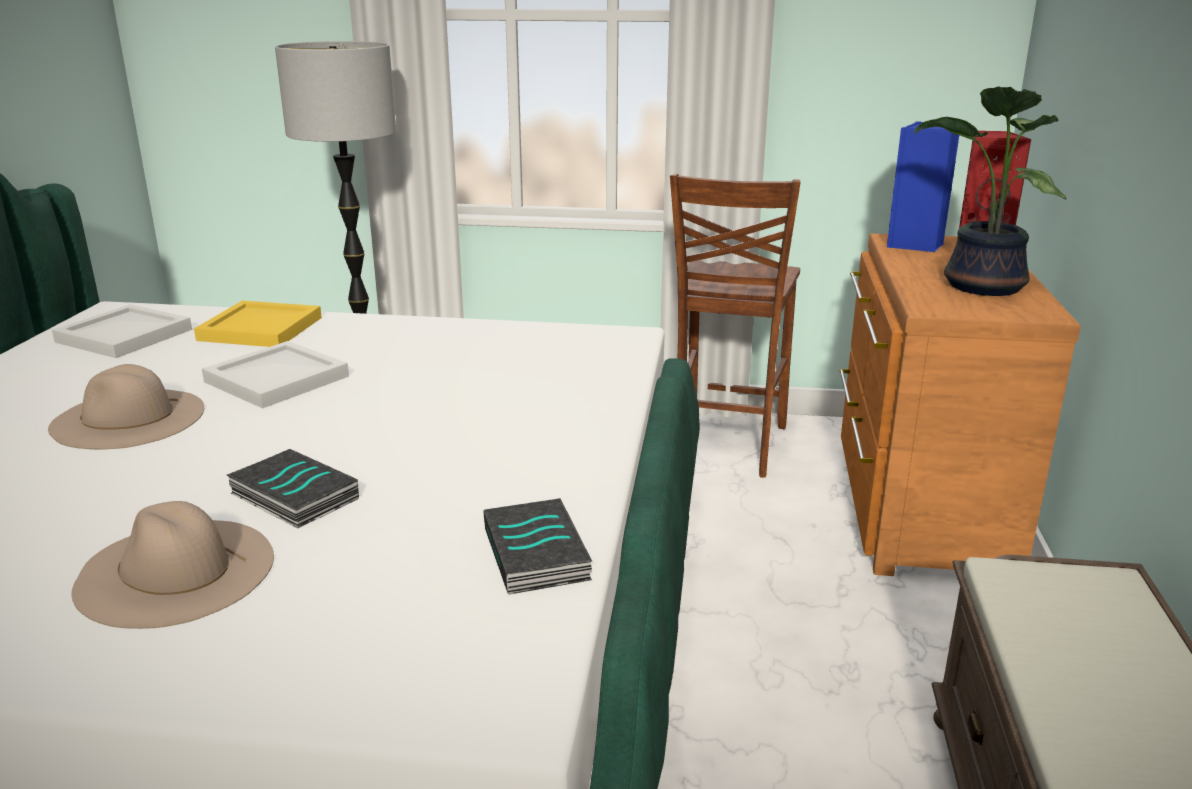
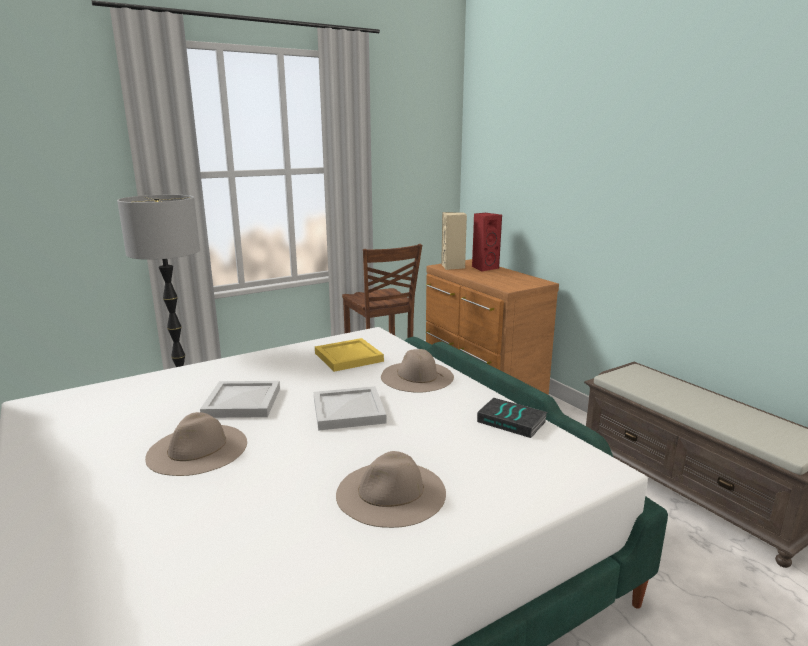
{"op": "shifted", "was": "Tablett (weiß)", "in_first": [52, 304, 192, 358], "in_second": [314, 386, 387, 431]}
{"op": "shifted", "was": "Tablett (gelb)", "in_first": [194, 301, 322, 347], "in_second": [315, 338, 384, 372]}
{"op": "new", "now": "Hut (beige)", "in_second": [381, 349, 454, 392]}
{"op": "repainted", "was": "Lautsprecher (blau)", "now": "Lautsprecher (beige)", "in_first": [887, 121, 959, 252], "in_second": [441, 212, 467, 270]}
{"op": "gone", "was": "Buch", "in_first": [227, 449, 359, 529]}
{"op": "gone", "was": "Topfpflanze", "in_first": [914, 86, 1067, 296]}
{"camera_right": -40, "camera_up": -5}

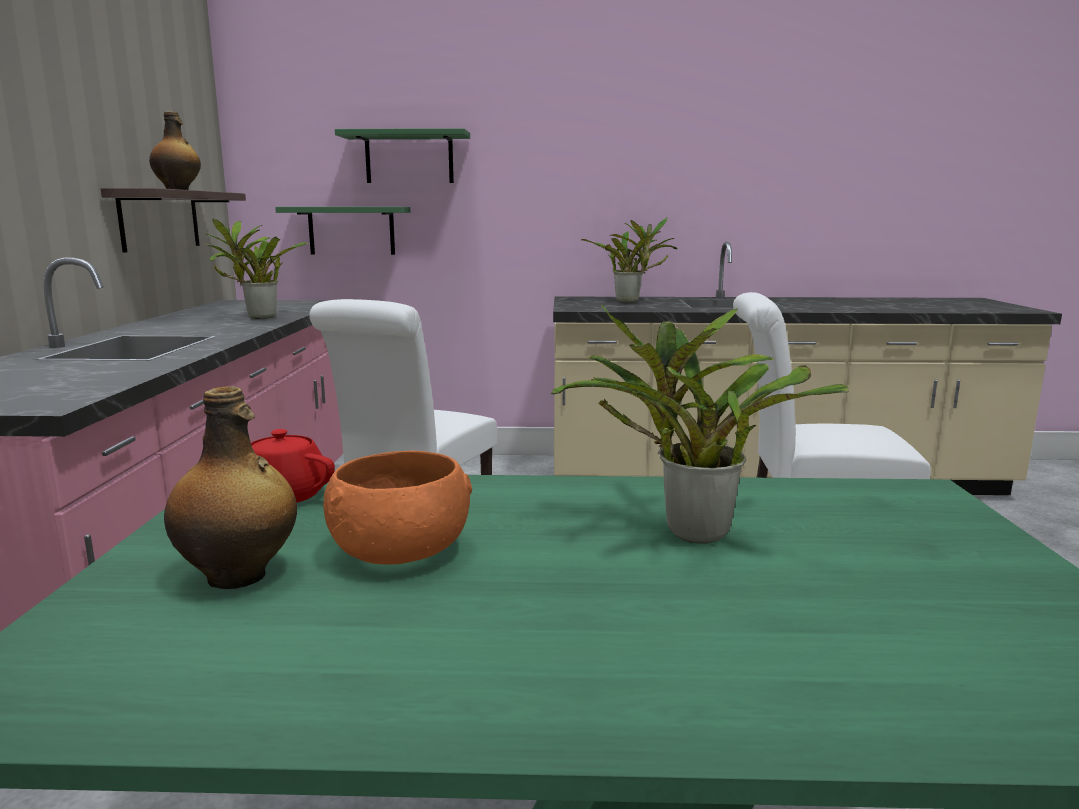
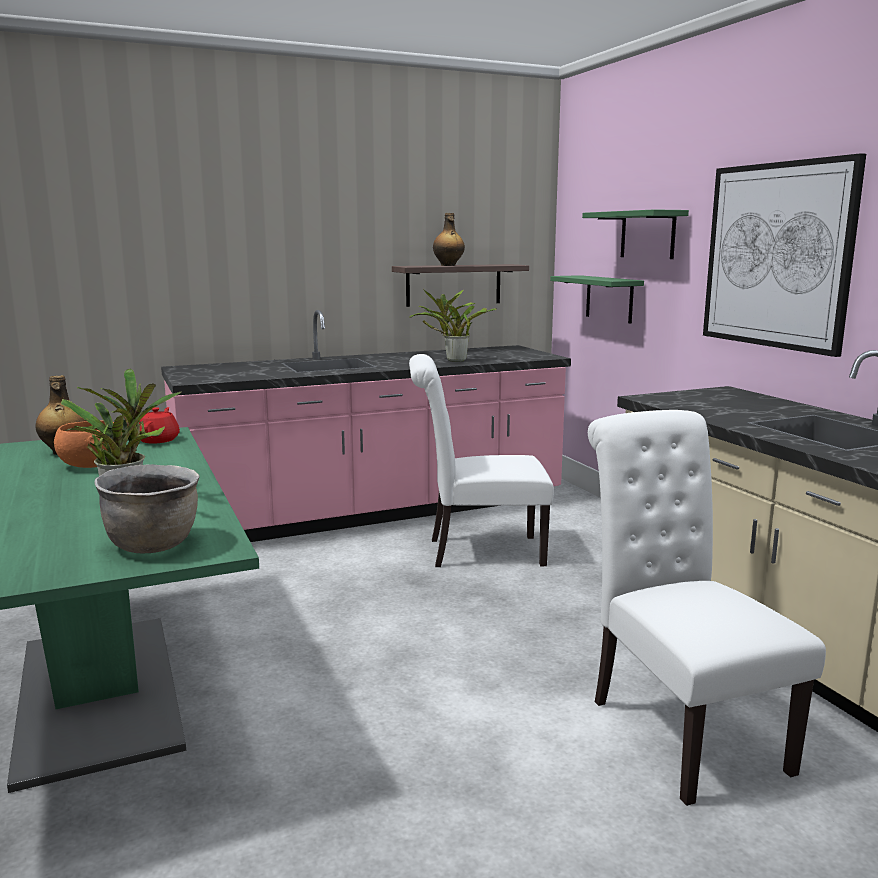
{"op": "new", "now": "Kochtopf (braun)", "in_second": [94, 464, 200, 553]}
{"op": "new", "now": "Bild", "in_second": [703, 153, 866, 357]}
{"op": "gone", "was": "Topfpflanze", "in_first": [581, 217, 677, 303]}
{"camera_right": 65, "camera_up": 0}

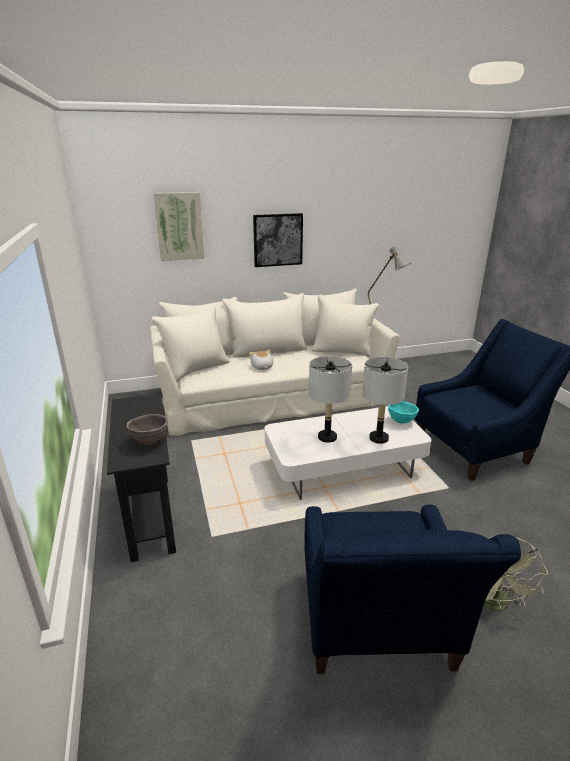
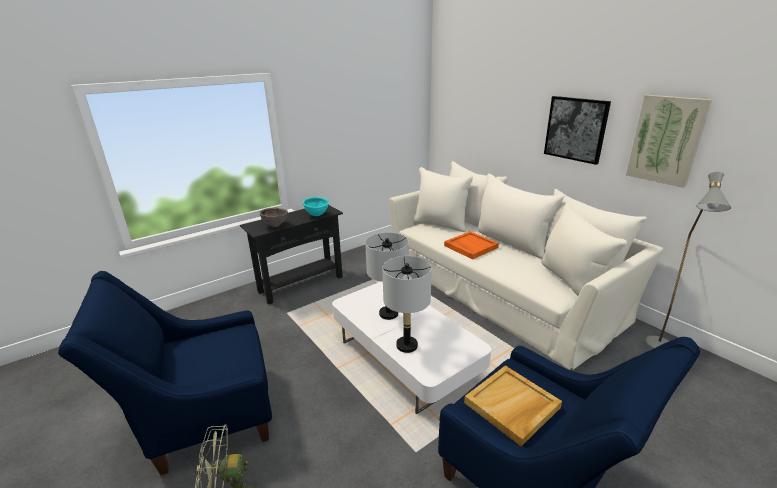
{"op": "shifted", "was": "Schüssel (türkis)", "in_first": [388, 401, 419, 424], "in_second": [303, 197, 329, 216]}
{"op": "swapped", "was": "Plüschtier", "now": "Tablett (orange)", "in_first": [249, 350, 273, 370], "in_second": [444, 231, 499, 259]}
{"op": "new", "now": "Tablett (beige)", "in_second": [464, 366, 562, 446]}
{"op": "shifted", "was": "Bild", "in_first": [153, 192, 205, 261], "in_second": [626, 95, 712, 188]}
{"camera_right": 70, "camera_up": 0}

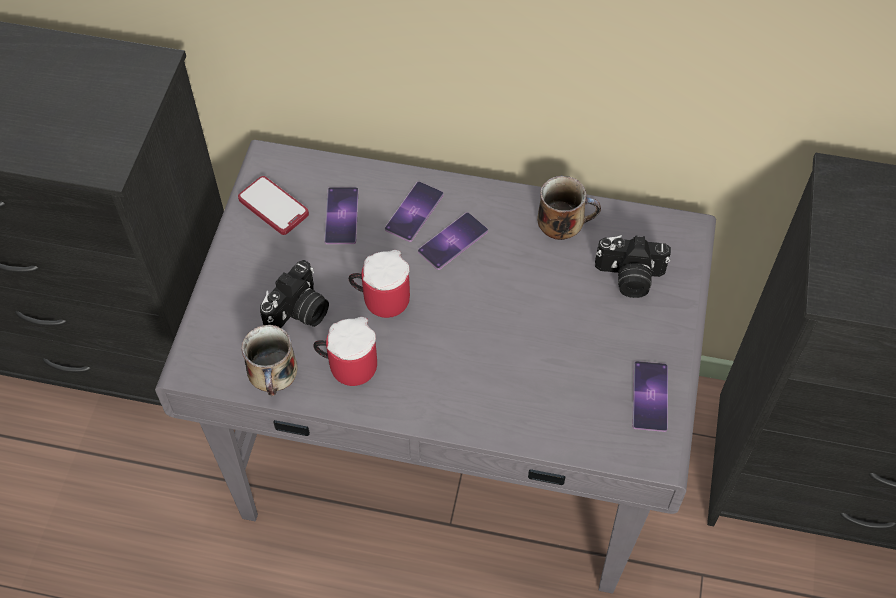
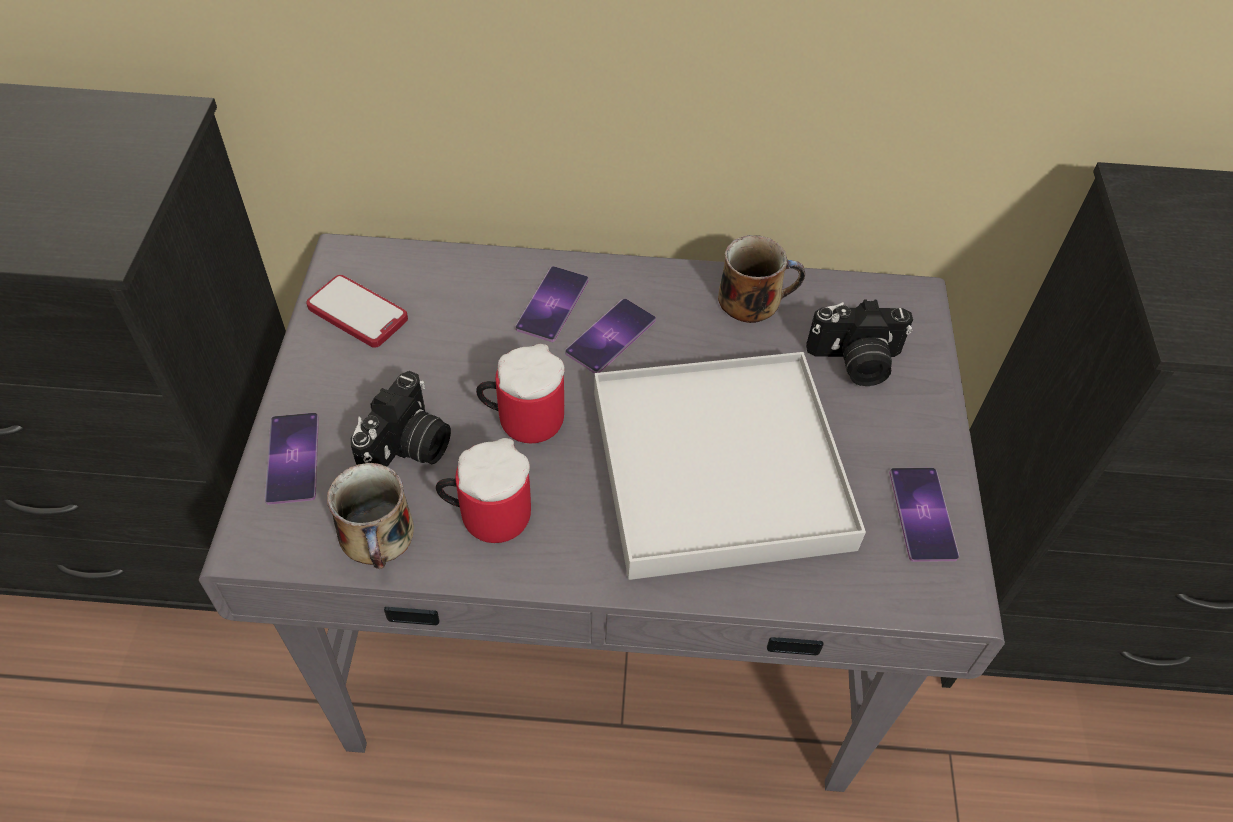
{"op": "shifted", "was": "Handy", "in_first": [324, 187, 358, 244], "in_second": [265, 413, 319, 505]}
{"op": "new", "now": "Tablett (weiß)", "in_second": [594, 352, 866, 580]}
{"camera_right": -10, "camera_up": -5}

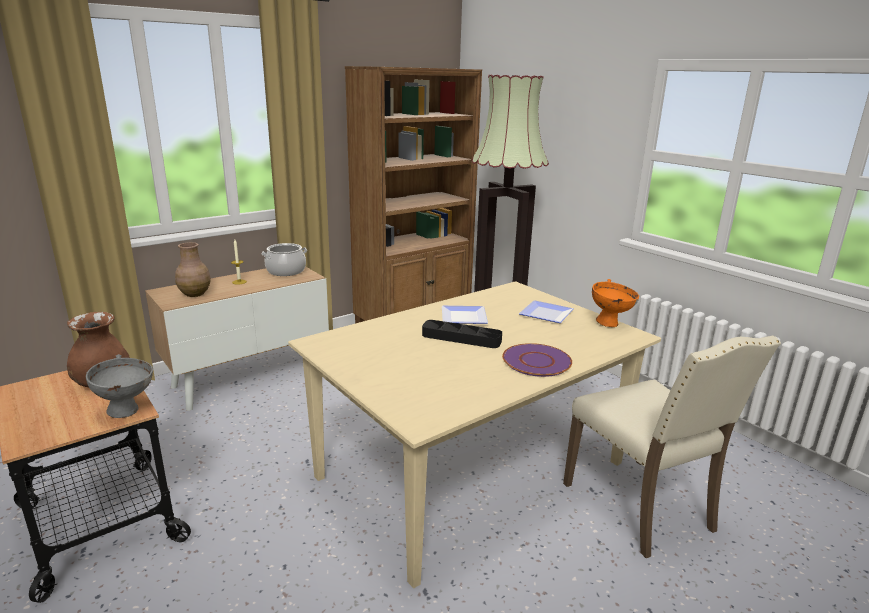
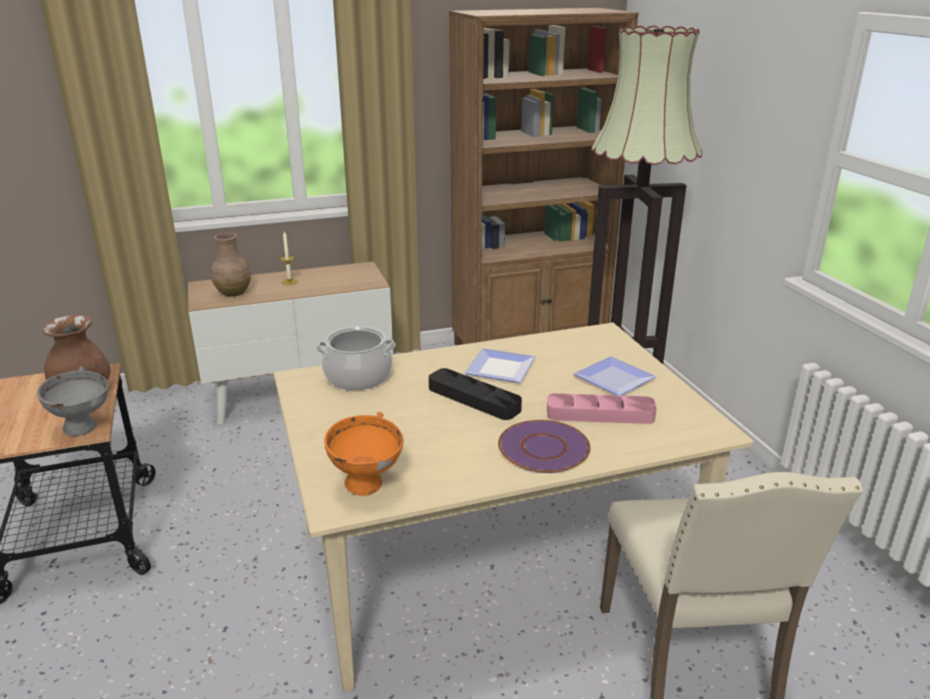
{"op": "shifted", "was": "Kochtopf", "in_first": [262, 243, 307, 276], "in_second": [316, 326, 396, 390]}
{"op": "shifted", "was": "Schüssel (orange)", "in_first": [592, 279, 639, 327], "in_second": [324, 412, 404, 496]}
{"op": "new", "now": "Tablett (rosa)", "in_second": [547, 393, 657, 424]}
{"camera_right": 20, "camera_up": 5}

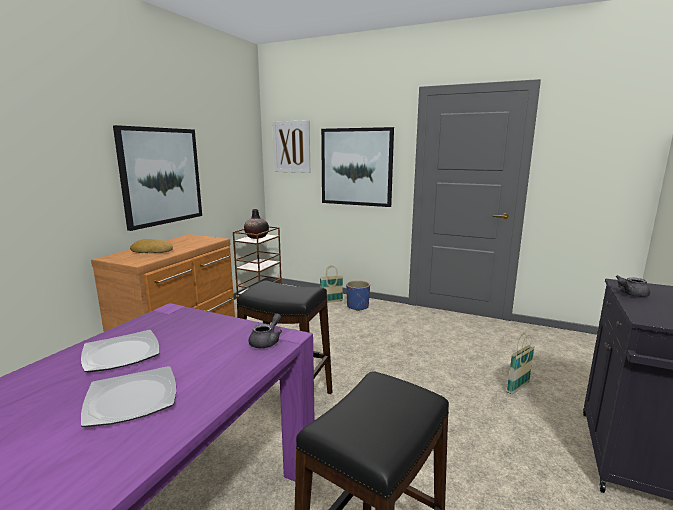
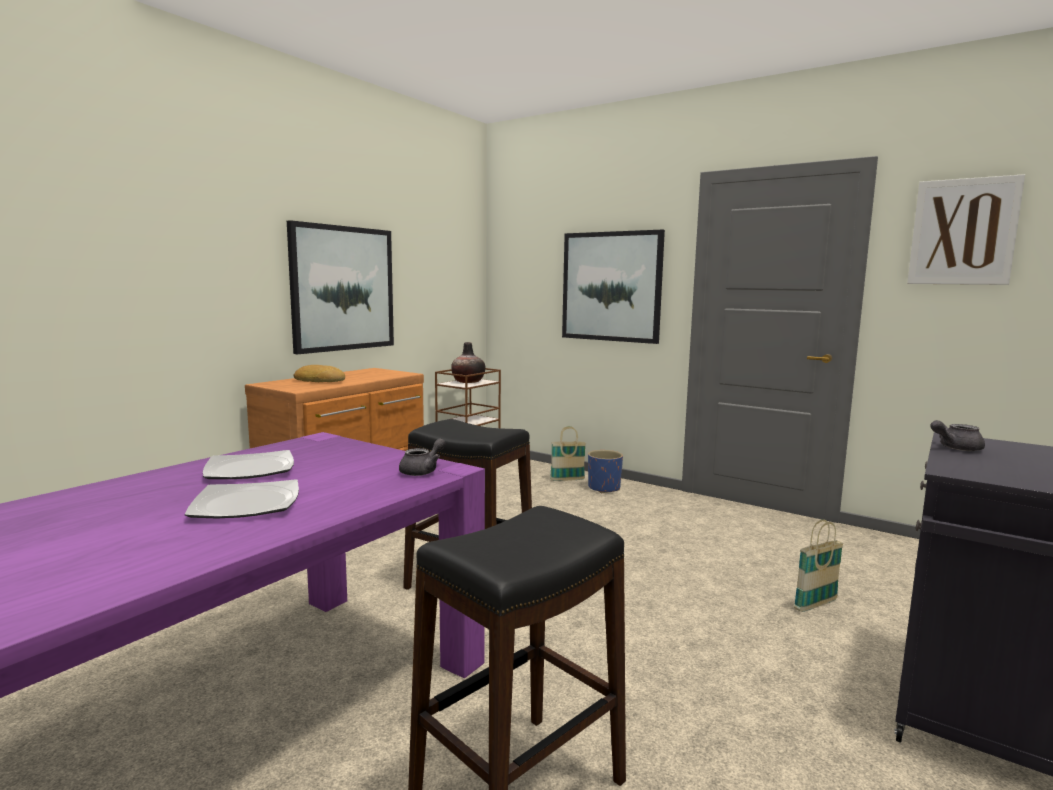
{"op": "shifted", "was": "Bild", "in_first": [273, 120, 310, 173], "in_second": [907, 174, 1025, 285]}
{"camera_right": 10, "camera_up": -5}

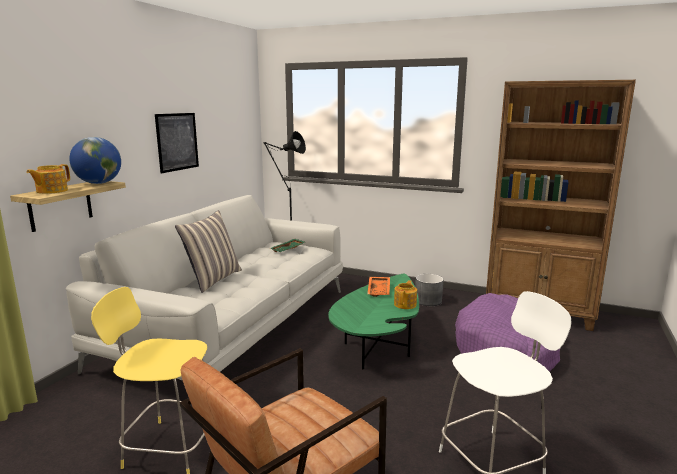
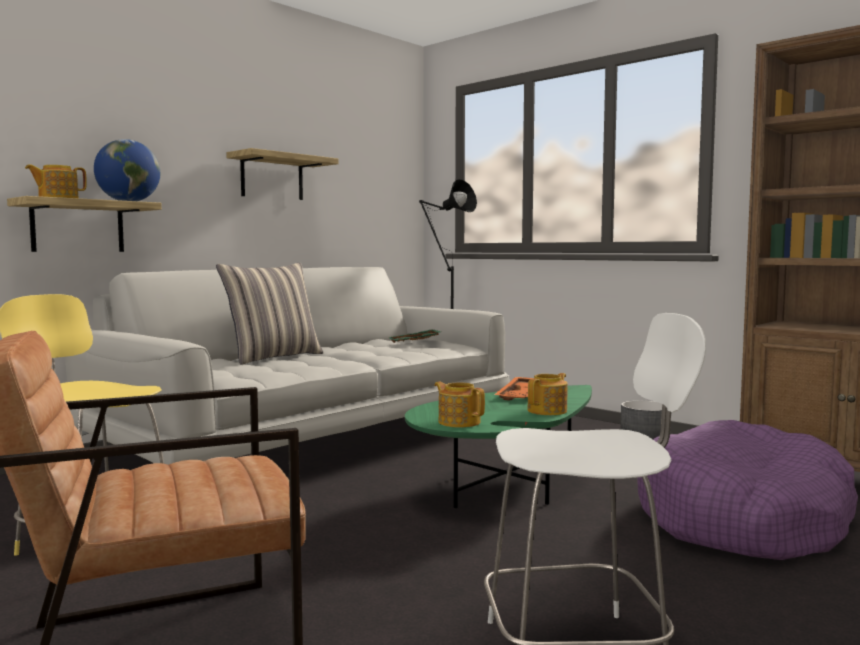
{"op": "swapped", "was": "Bild", "now": "Wandregal", "in_first": [155, 113, 199, 173], "in_second": [226, 148, 339, 200]}
{"op": "new", "now": "Teekanne", "in_second": [434, 382, 485, 428]}
{"camera_right": 20, "camera_up": -10}

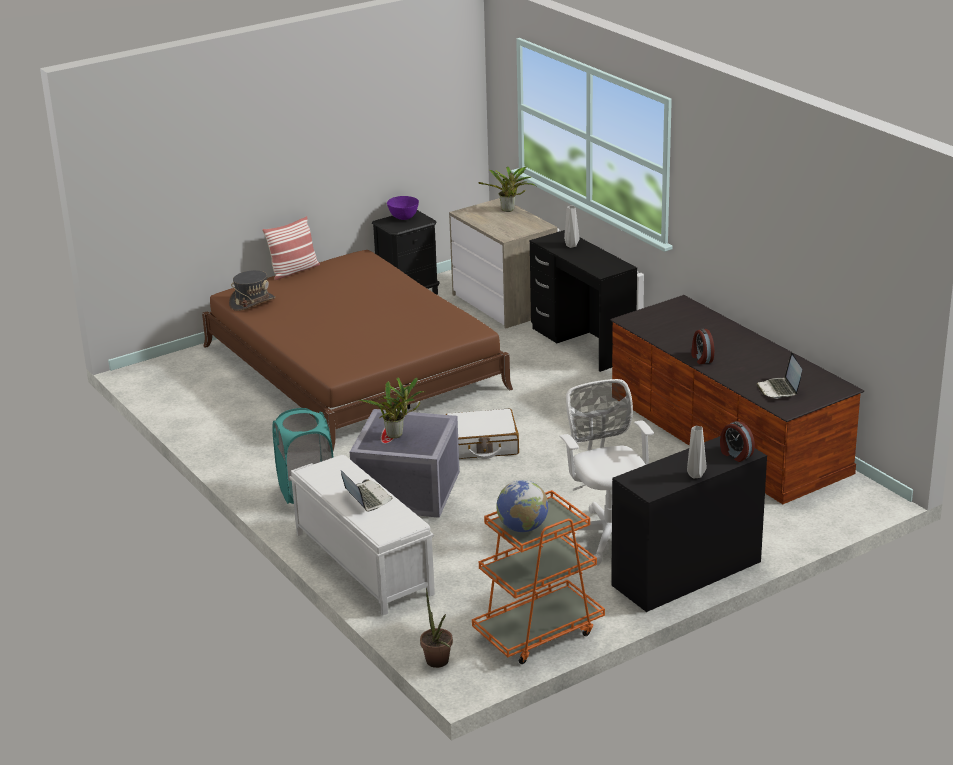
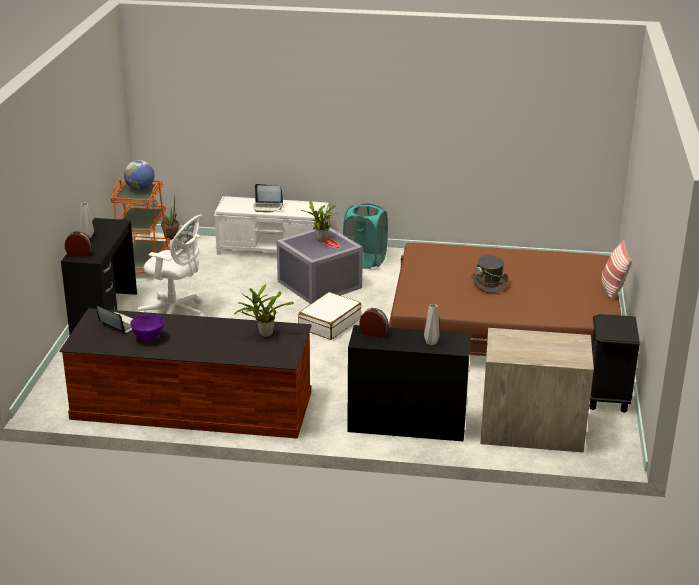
{"op": "shifted", "was": "Schüssel (lila)", "in_first": [387, 196, 419, 220], "in_second": [130, 314, 164, 341]}
{"op": "shifted", "was": "Topfpflanze", "in_first": [478, 167, 536, 212], "in_second": [234, 284, 294, 337]}
{"op": "shifted", "was": "Wecker", "in_first": [692, 329, 714, 364], "in_second": [359, 308, 389, 338]}
{"op": "shifted", "was": "Hut (grau)", "in_first": [229, 270, 275, 311], "in_second": [471, 255, 508, 293]}
{"camera_right": 130, "camera_up": 0}

